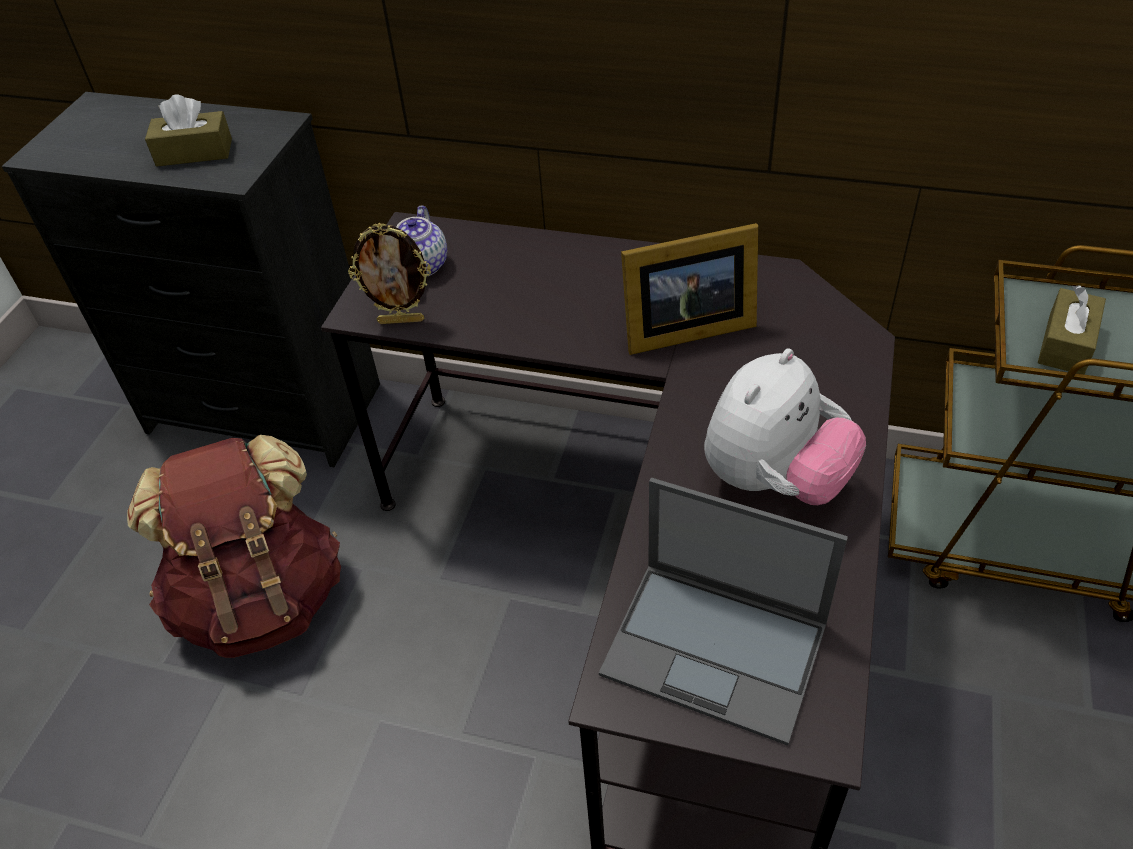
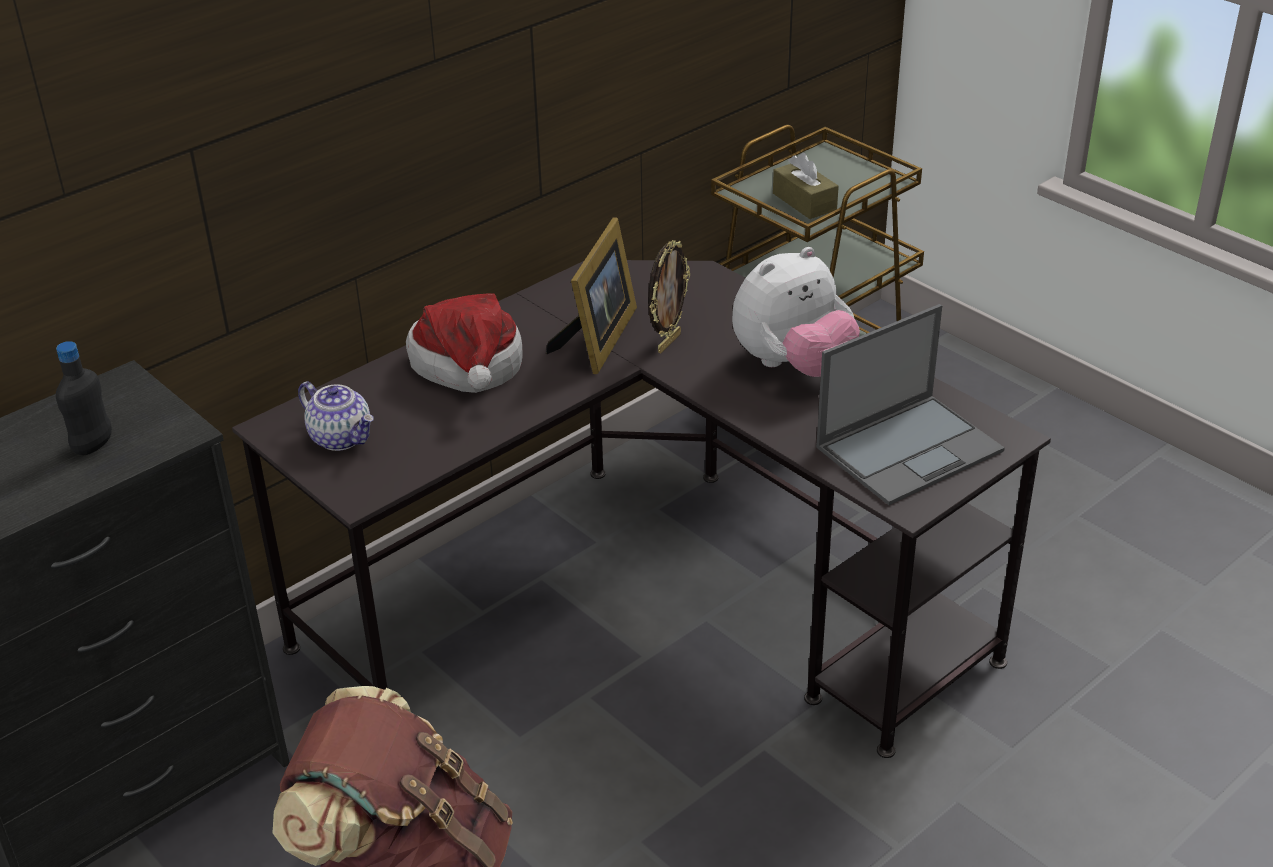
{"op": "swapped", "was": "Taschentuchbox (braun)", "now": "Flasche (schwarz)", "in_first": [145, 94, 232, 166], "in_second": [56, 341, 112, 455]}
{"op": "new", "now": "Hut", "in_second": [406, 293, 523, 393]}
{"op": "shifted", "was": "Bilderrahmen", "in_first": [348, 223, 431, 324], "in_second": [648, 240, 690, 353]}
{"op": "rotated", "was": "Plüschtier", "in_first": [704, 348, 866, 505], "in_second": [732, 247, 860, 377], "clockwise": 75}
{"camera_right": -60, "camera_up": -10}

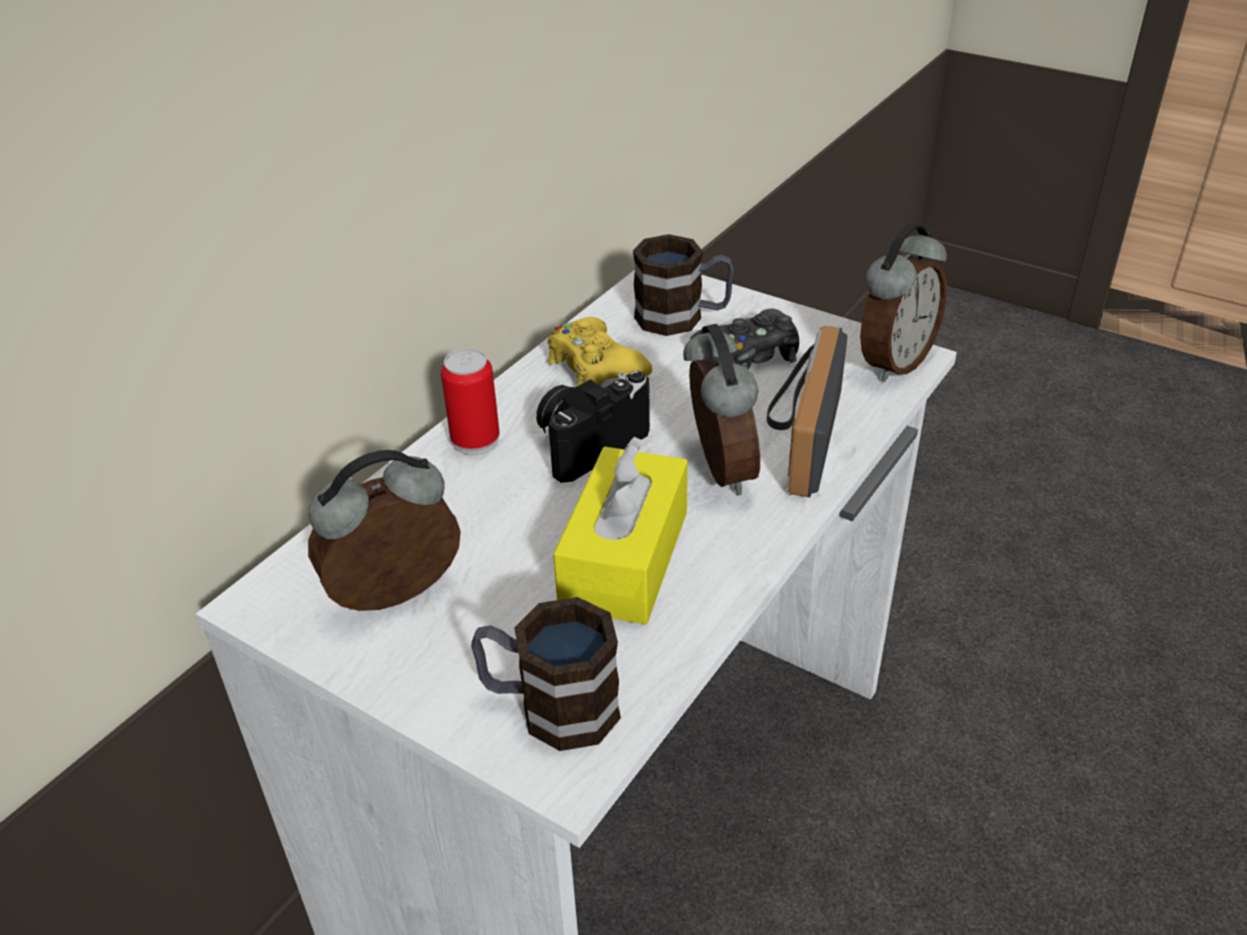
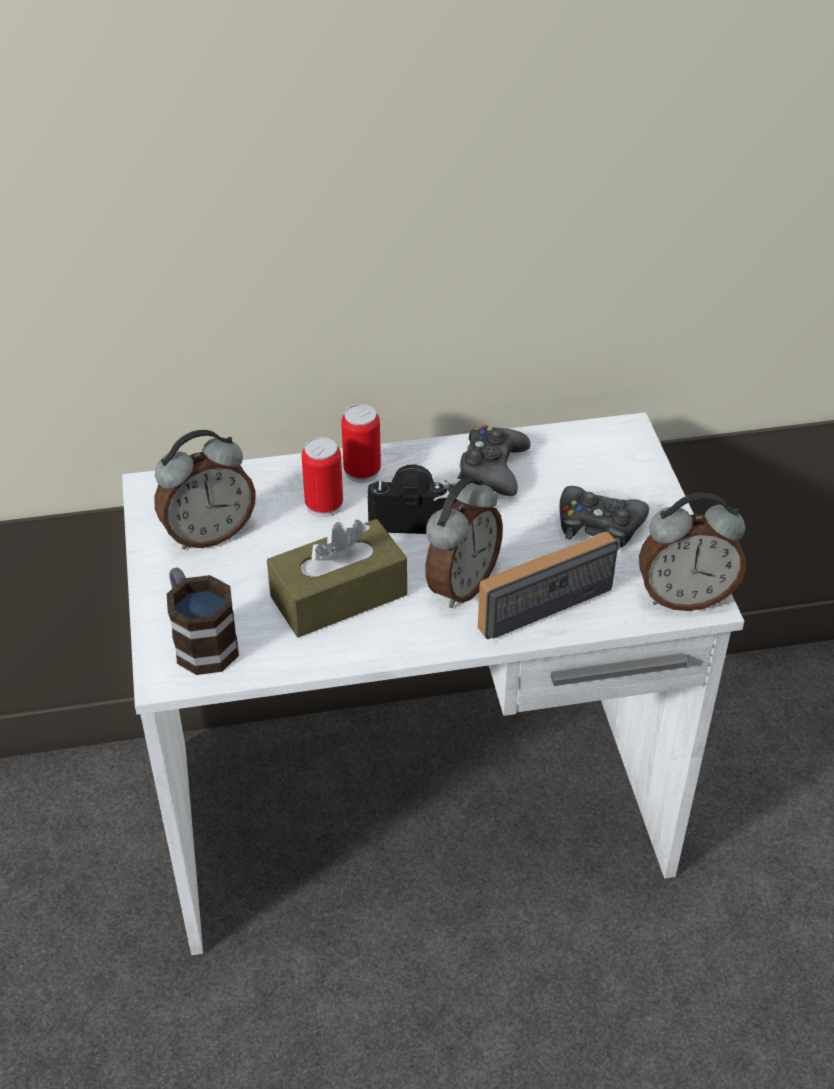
{"op": "rotated", "was": "Wecker", "in_first": [308, 450, 461, 611], "in_second": [155, 430, 256, 550], "clockwise": 135}
{"op": "repainted", "was": "Taschentuchbox (gelb)", "now": "Taschentuchbox (braun)", "in_first": [553, 437, 688, 625], "in_second": [267, 519, 407, 637]}
{"op": "new", "now": "Dose", "in_second": [302, 437, 343, 517]}
{"op": "repainted", "was": "Gamepad (gelb)", "now": "Gamepad (schwarz)", "in_first": [547, 317, 652, 387], "in_second": [458, 425, 531, 496]}
{"op": "gone", "was": "Henkelbecher", "in_first": [633, 234, 734, 336]}
{"camera_right": 45, "camera_up": 5}

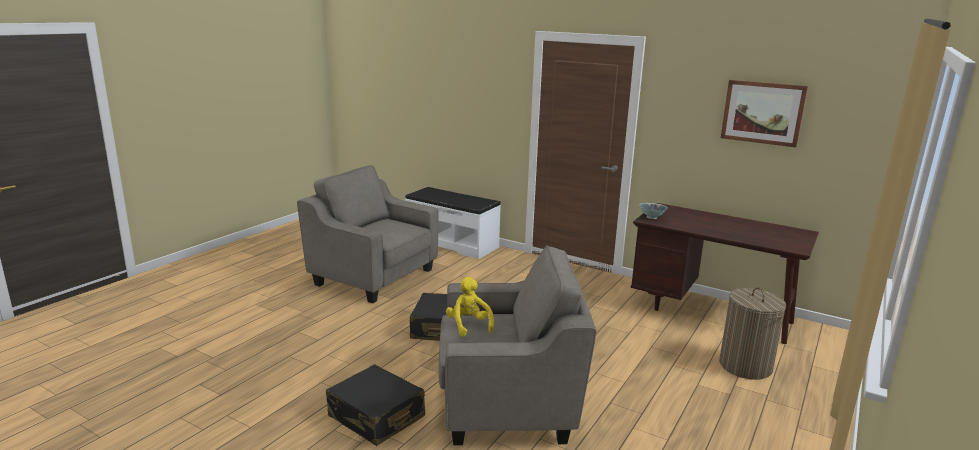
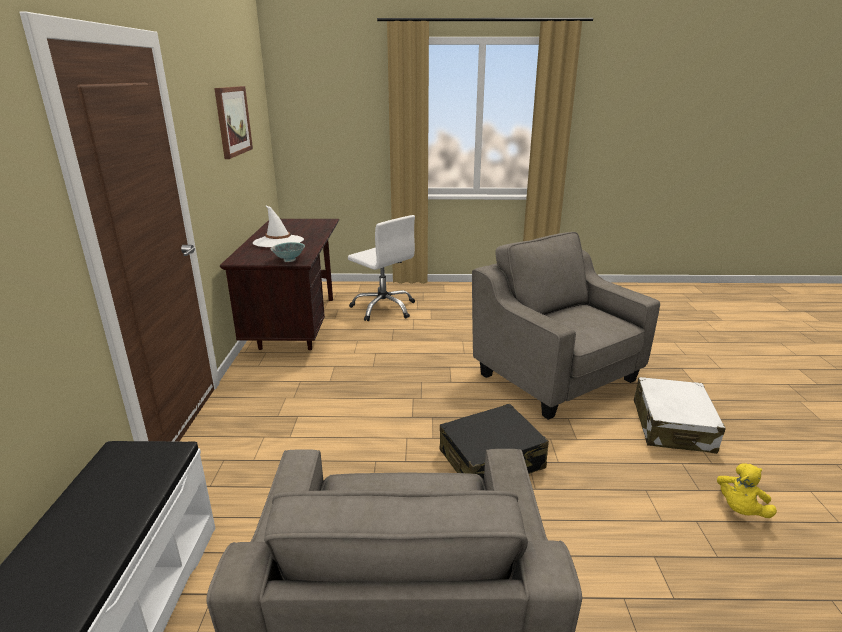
{"op": "new", "now": "Hut (weiß)", "in_second": [253, 205, 304, 247]}
{"op": "swapped", "was": "Wäschekorb", "now": "Bürostuhl (weiß)", "in_first": [719, 287, 786, 380], "in_second": [348, 215, 415, 321]}
{"op": "repainted", "was": "Koffer (schwarz)", "now": "Koffer (weiß)", "in_first": [326, 364, 425, 446], "in_second": [634, 377, 726, 454]}
{"op": "shifted", "was": "Plüschtier (gelb)", "in_first": [446, 277, 494, 337], "in_second": [717, 463, 777, 518]}
{"camera_right": -120, "camera_up": 5}

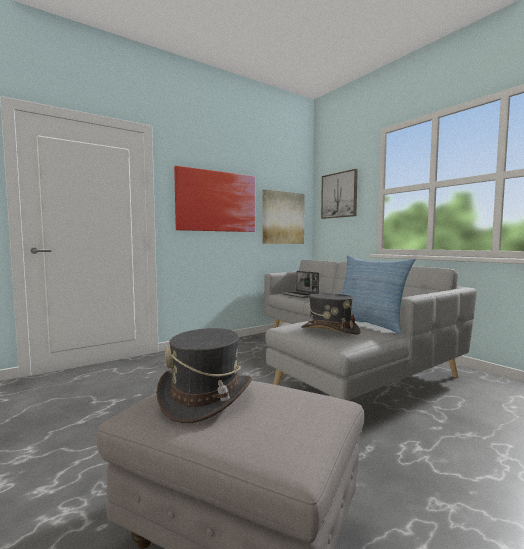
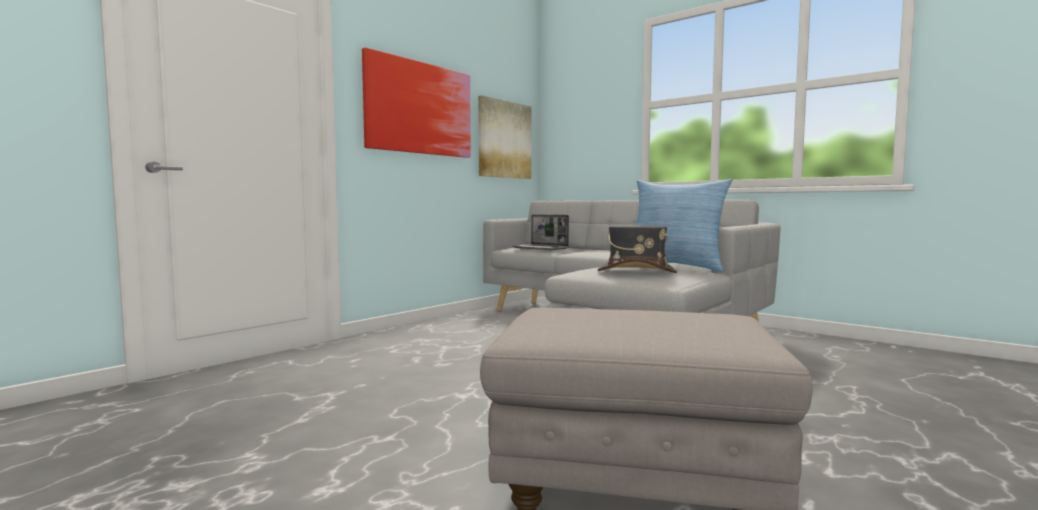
{"op": "gone", "was": "Hut (grau)", "in_first": [156, 328, 252, 423]}
{"op": "gone", "was": "Bild", "in_first": [321, 169, 358, 219]}
{"camera_right": -15, "camera_up": 0}

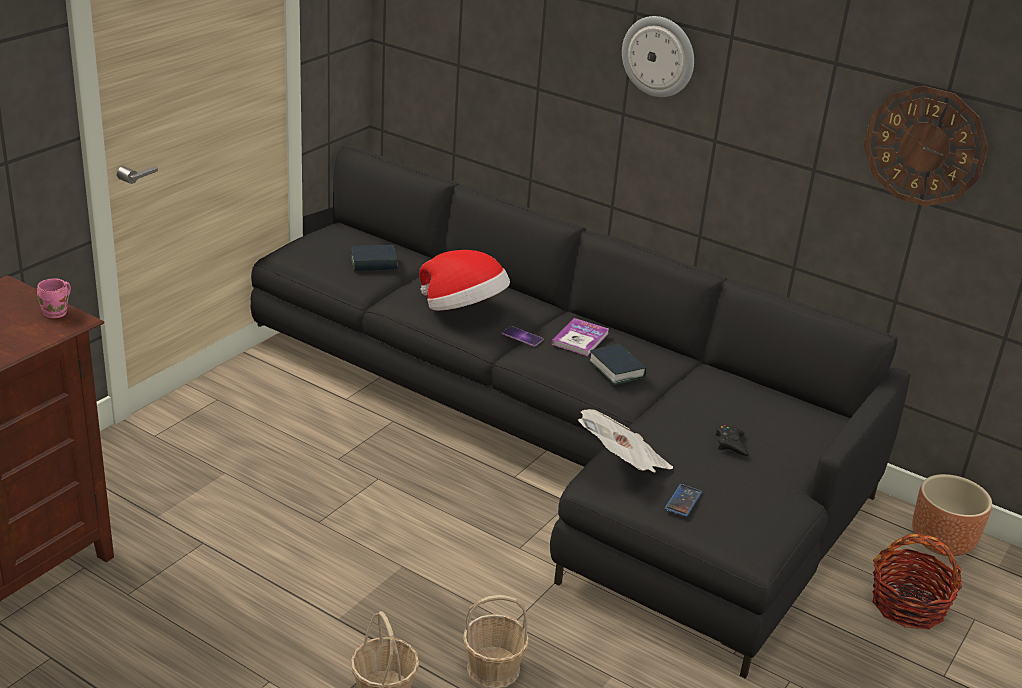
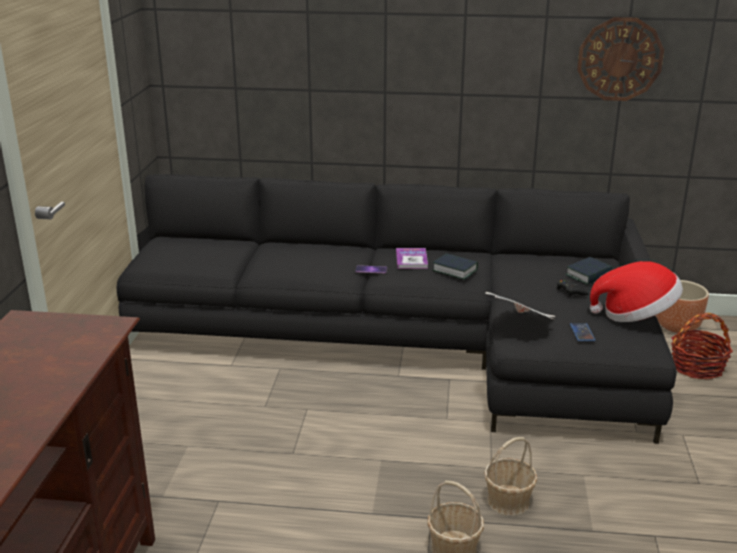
{"op": "shifted", "was": "Buch", "in_first": [351, 245, 397, 271], "in_second": [565, 257, 613, 285]}
{"op": "shifted", "was": "Hut", "in_first": [419, 250, 510, 311], "in_second": [590, 261, 683, 322]}
{"op": "gone", "was": "Henkelbecher (rosa)", "in_first": [37, 278, 71, 318]}
{"op": "gone", "was": "Wanduhr", "in_first": [622, 16, 694, 97]}
{"camera_right": -25, "camera_up": -5}

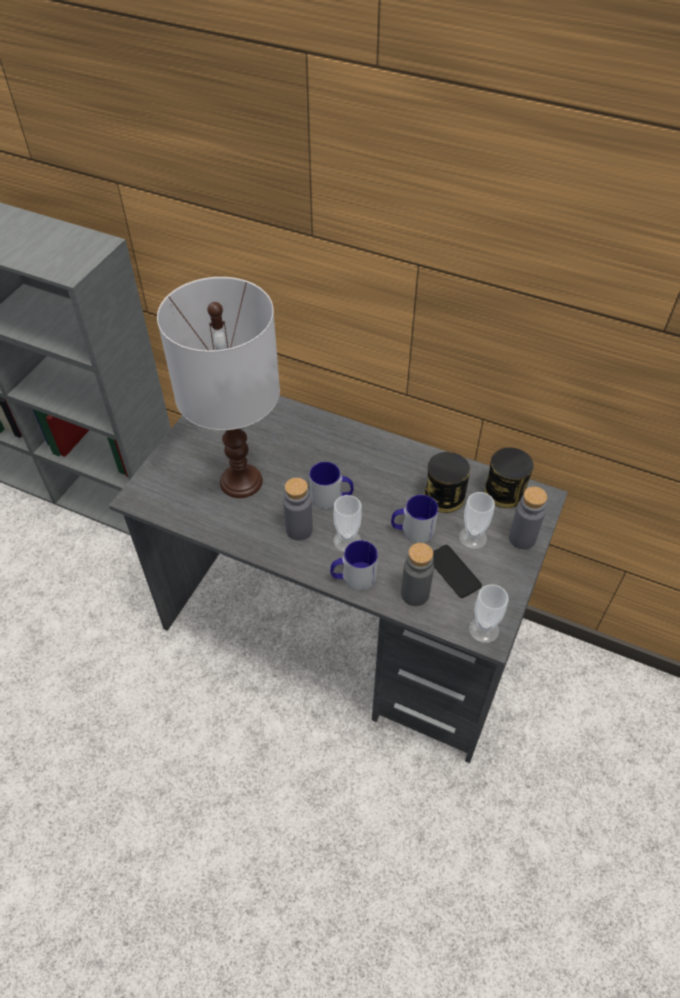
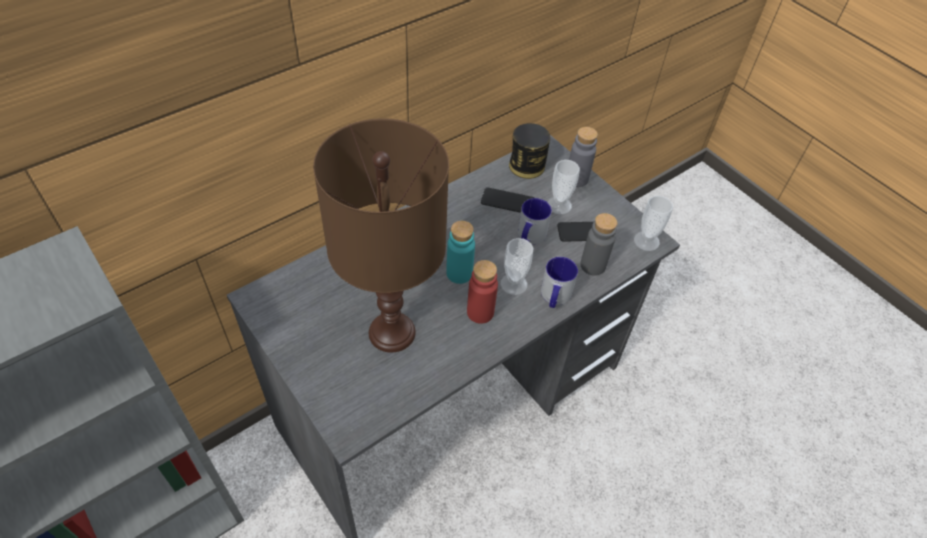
{"op": "repainted", "was": "Tischlampe (weiß)", "now": "Tischlampe (braun)", "in_first": [157, 277, 280, 498], "in_second": [313, 118, 449, 352]}
{"op": "swapped", "was": "Henkelbecher", "now": "Flasche (türkis)", "in_first": [309, 462, 354, 509], "in_second": [446, 221, 475, 284]}
{"op": "repainted", "was": "Flasche (grau)", "now": "Flasche (rot)", "in_first": [283, 478, 313, 541], "in_second": [467, 260, 498, 324]}
{"op": "swapped", "was": "Dose", "now": "Handy", "in_first": [424, 452, 470, 513], "in_second": [481, 187, 534, 213]}
{"camera_right": -65, "camera_up": 0}

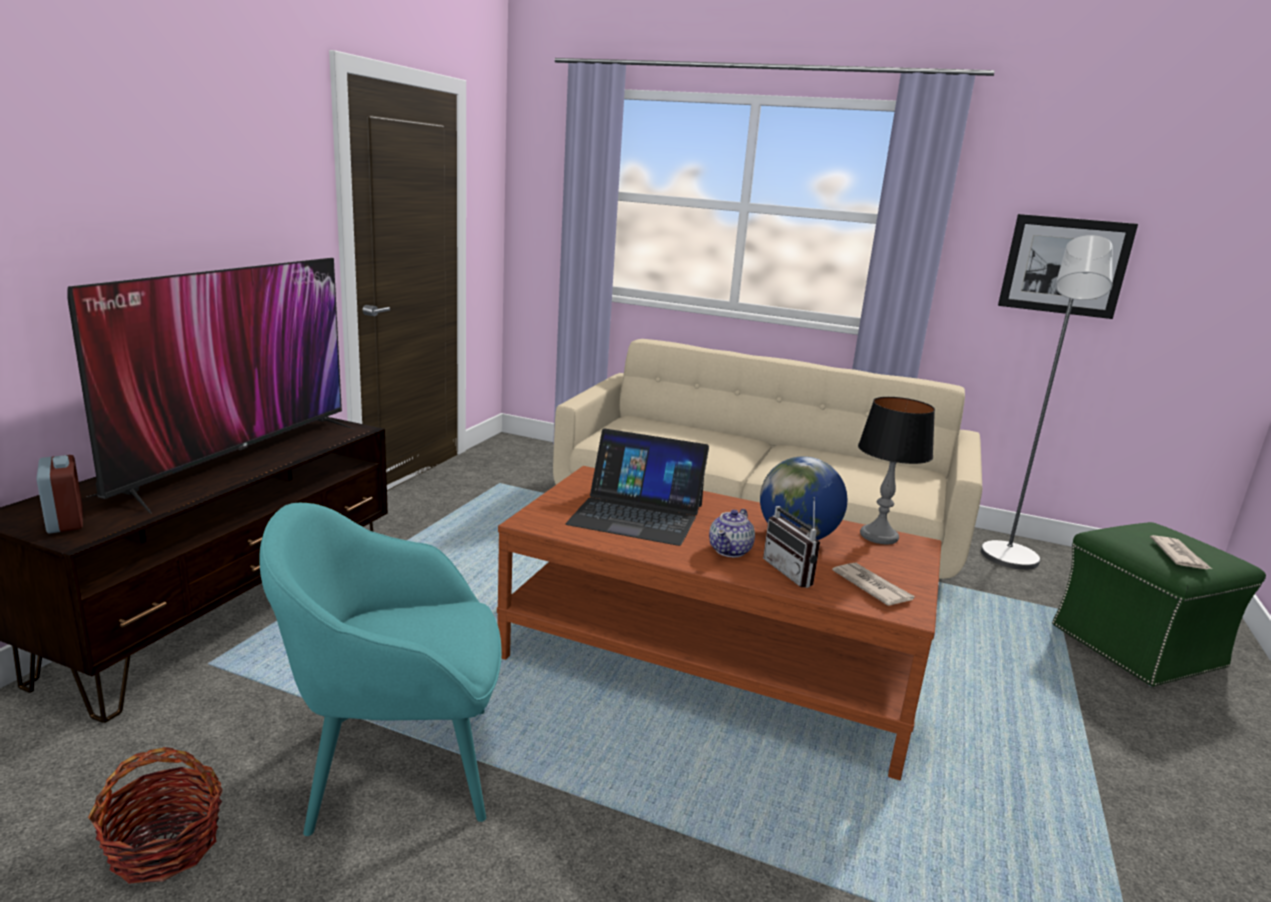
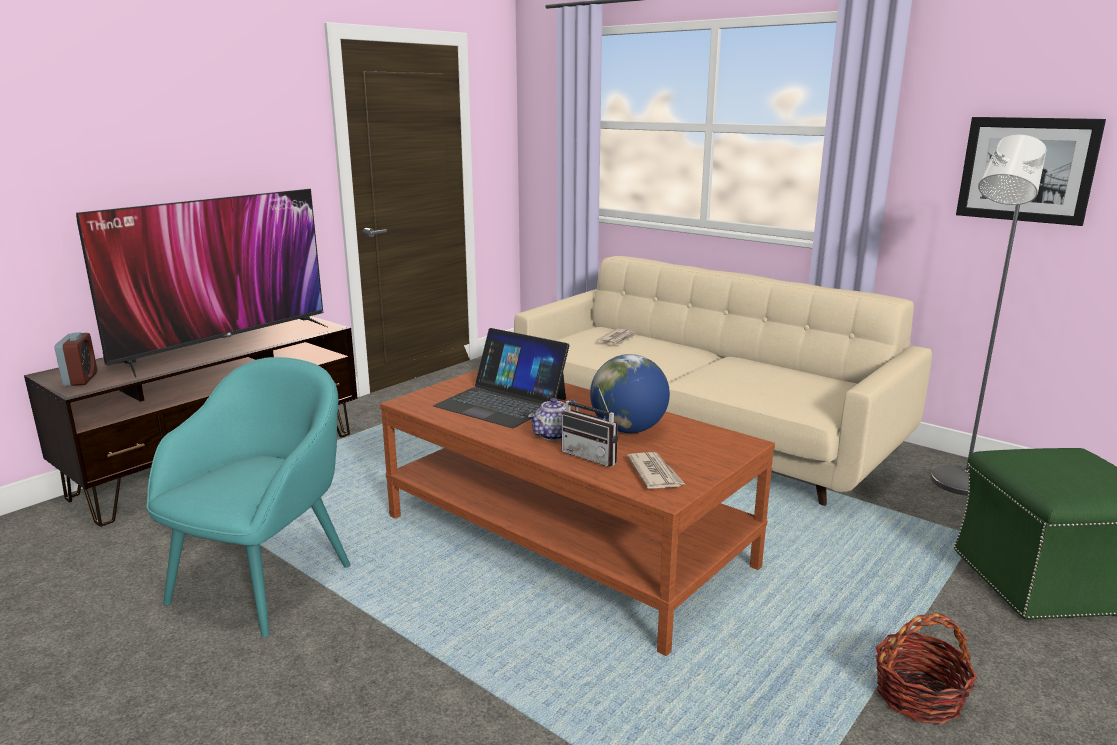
{"op": "rotated", "was": "Sessel (türkis)", "in_first": [259, 503, 502, 836], "in_second": [146, 357, 351, 637], "clockwise": 105}
{"op": "rotated", "was": "Radio", "in_first": [763, 497, 820, 588], "in_second": [562, 385, 618, 467], "clockwise": -45}
{"op": "shifted", "was": "Zeitung", "in_first": [1150, 535, 1212, 569], "in_second": [597, 329, 635, 345]}
{"op": "shifted", "was": "Korb", "in_first": [88, 747, 223, 884], "in_second": [875, 613, 977, 725]}
{"op": "gone", "was": "Tischlampe", "in_first": [858, 397, 935, 544]}
{"camera_right": 20, "camera_up": 0}

